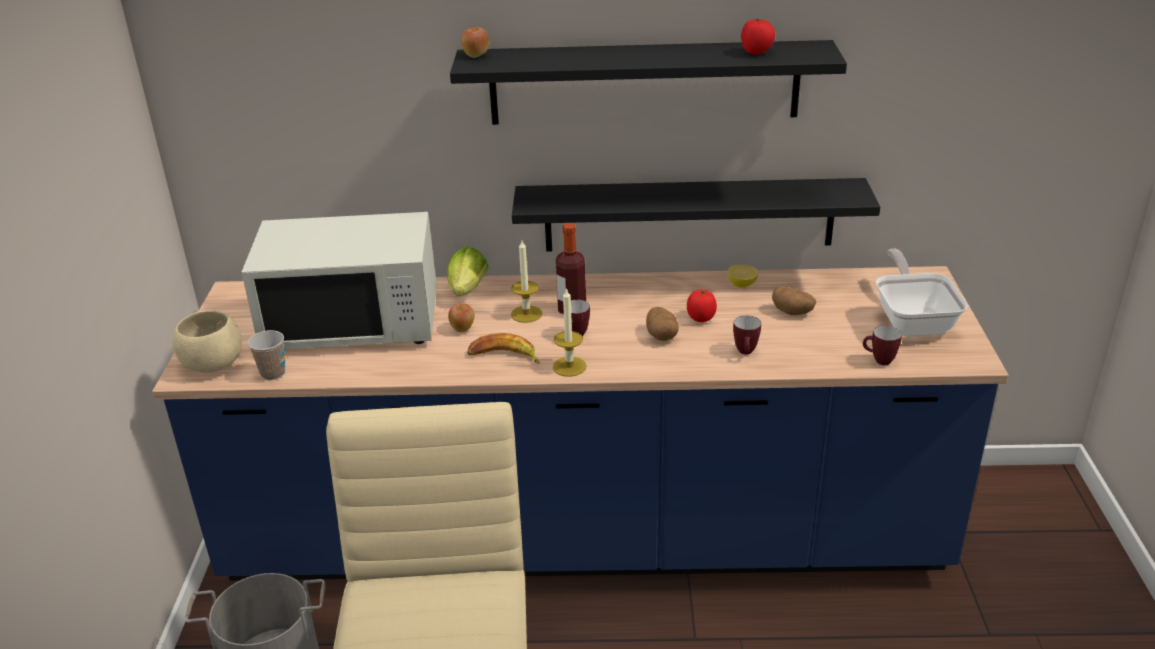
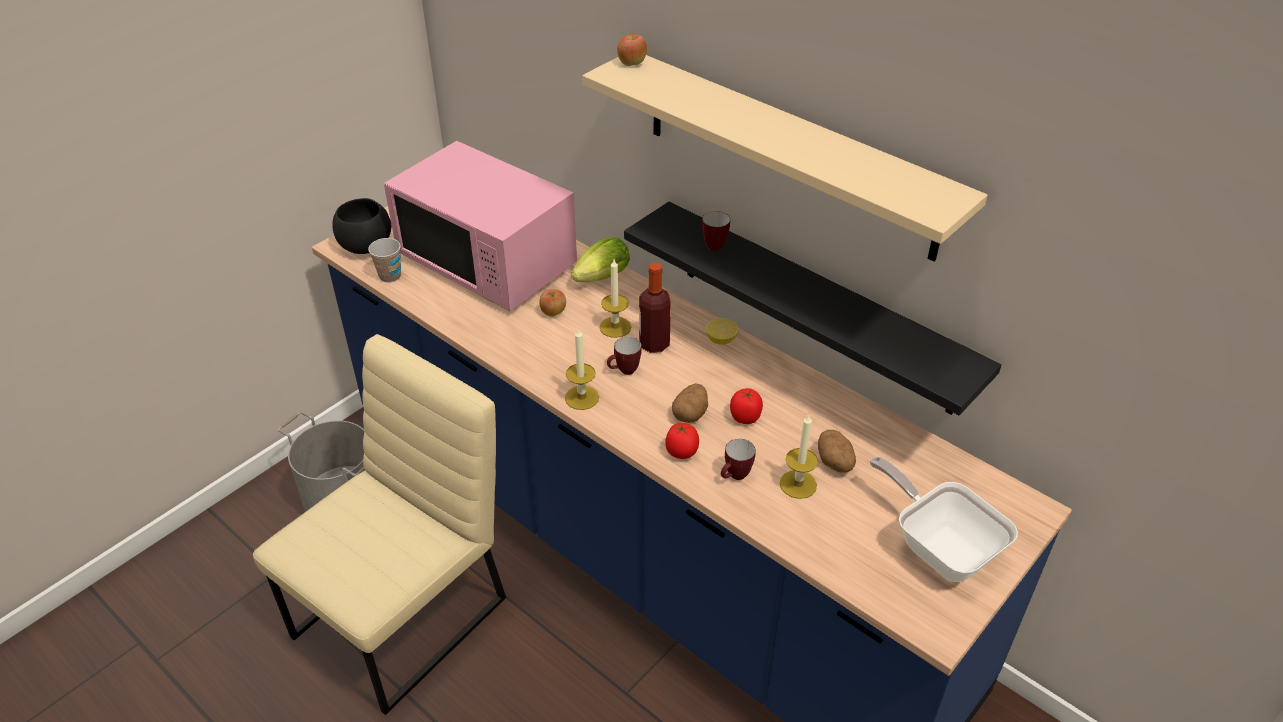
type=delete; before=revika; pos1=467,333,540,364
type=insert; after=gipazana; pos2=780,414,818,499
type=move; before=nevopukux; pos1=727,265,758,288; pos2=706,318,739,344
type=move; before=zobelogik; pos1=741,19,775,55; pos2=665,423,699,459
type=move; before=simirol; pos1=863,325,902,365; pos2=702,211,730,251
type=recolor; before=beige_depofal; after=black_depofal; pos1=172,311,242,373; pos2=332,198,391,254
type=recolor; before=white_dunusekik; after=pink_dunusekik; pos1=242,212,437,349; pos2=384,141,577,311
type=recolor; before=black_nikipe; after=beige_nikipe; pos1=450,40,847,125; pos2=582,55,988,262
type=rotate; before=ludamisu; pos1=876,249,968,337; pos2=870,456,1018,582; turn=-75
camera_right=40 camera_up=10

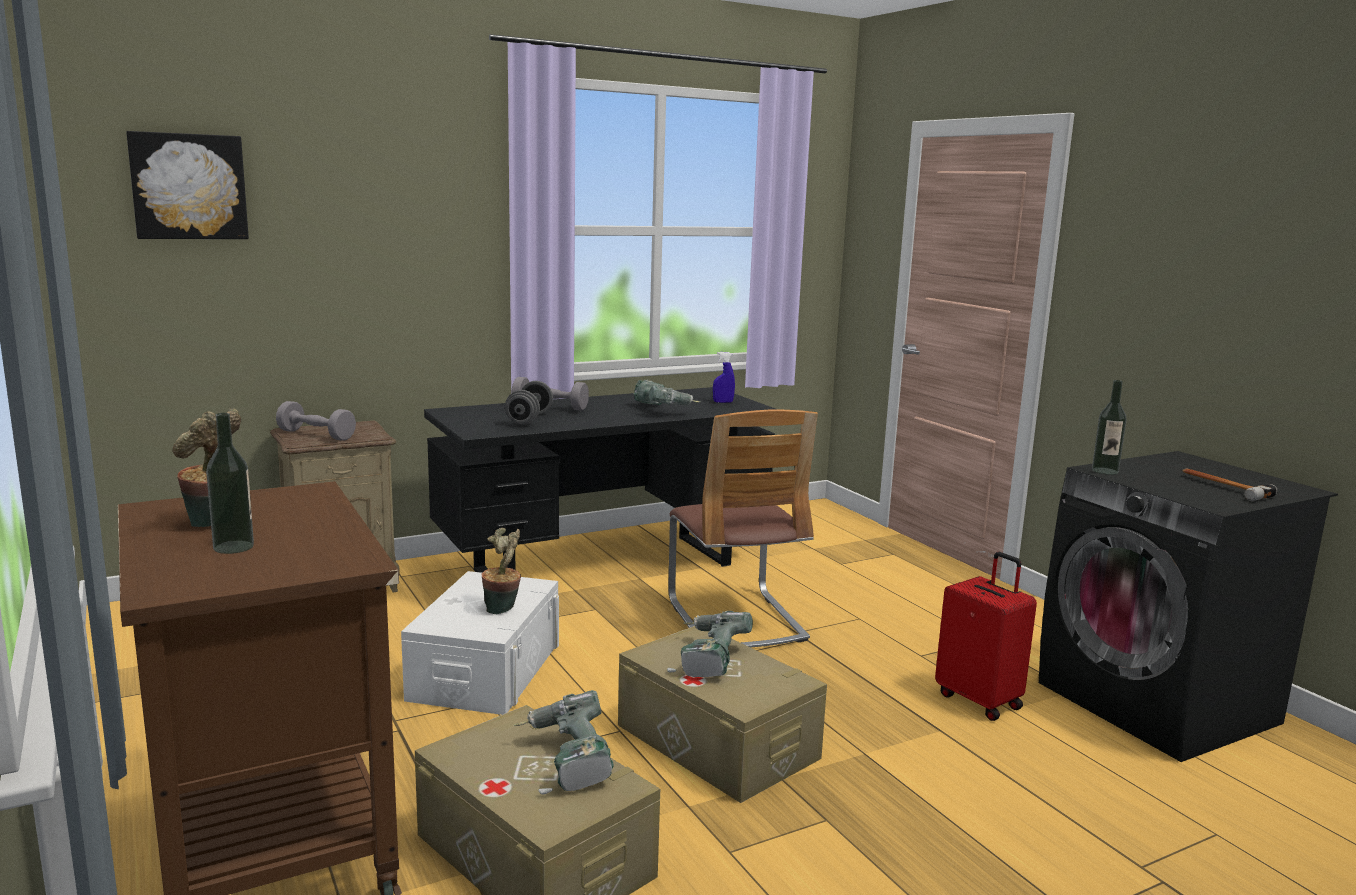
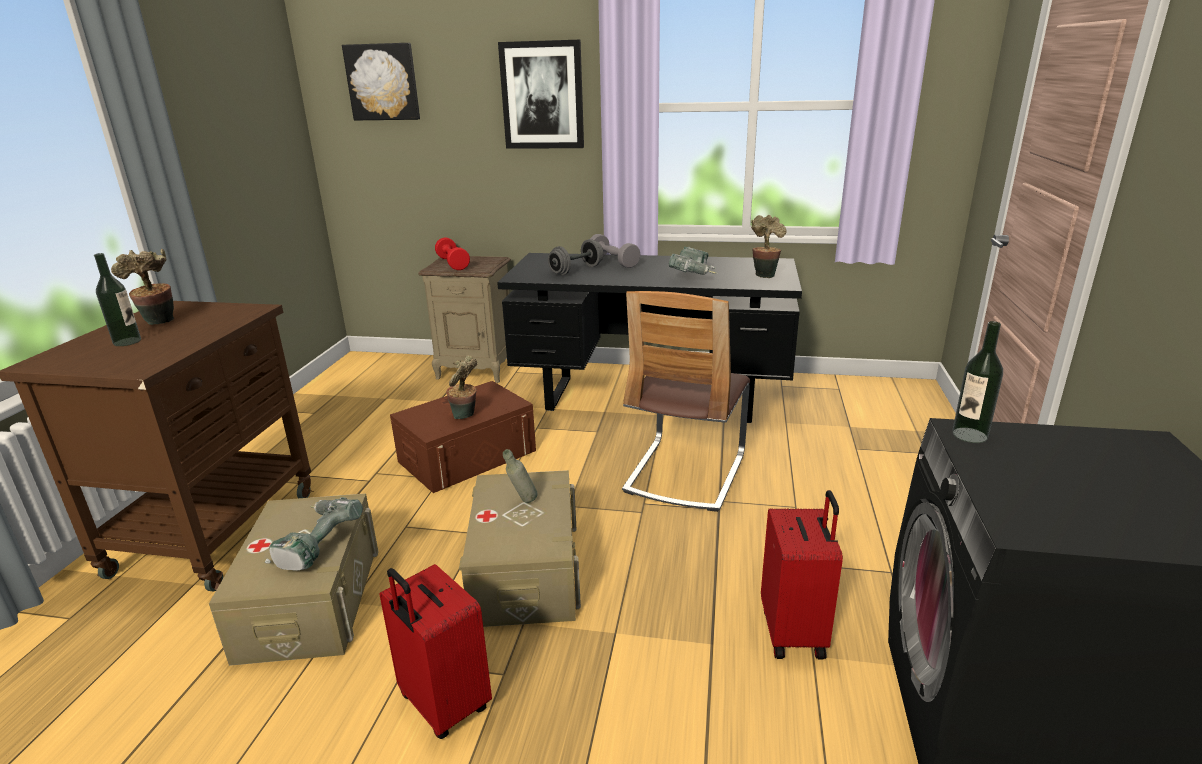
type=delete; before=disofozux; pos1=1183,469,1278,501
type=insert; after=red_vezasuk; pos2=380,564,492,739
type=insert; after=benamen; pos2=498,40,584,149
type=replace; before=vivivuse; after=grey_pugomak; pos1=667,611,753,677; pos2=503,449,538,503
type=replace; before=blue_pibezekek; after=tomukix; pos1=713,352,735,403; pos2=751,215,786,278
type=recolor; before=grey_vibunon; after=red_vibunon; pos1=276,401,356,441; pos2=435,237,470,270
type=recolor; before=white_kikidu; after=brown_kikidu; pos1=401,571,559,715; pos2=390,381,536,493
camera_right=40 camera_up=10

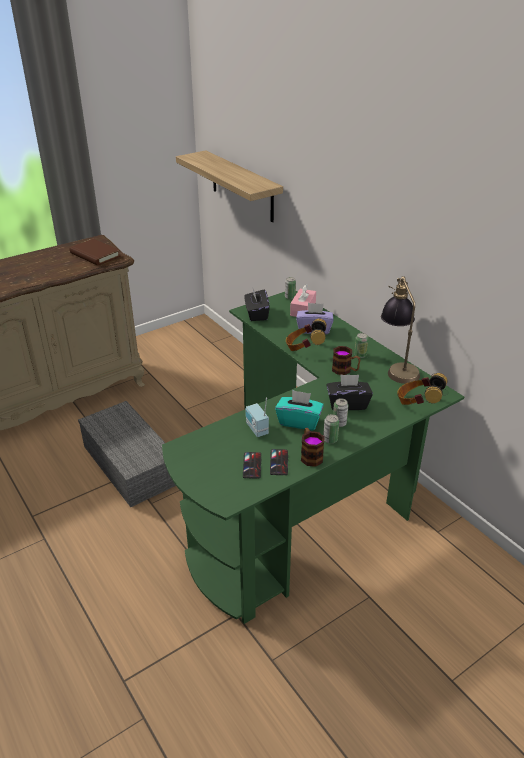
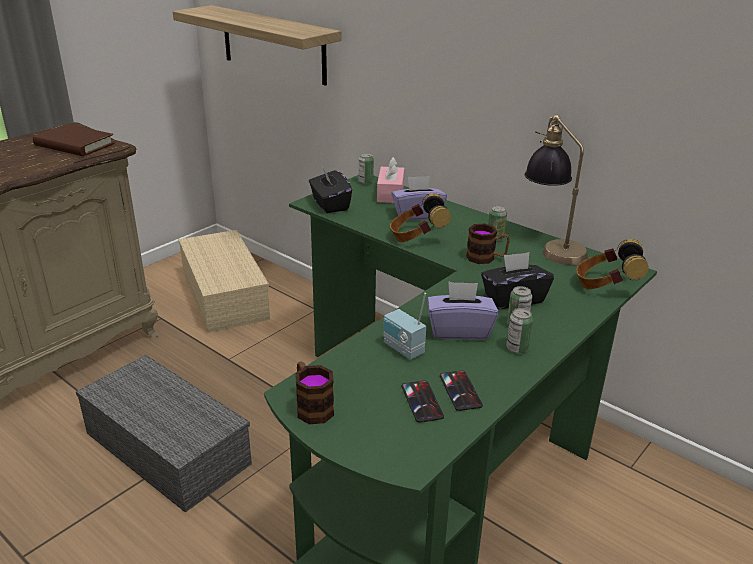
type=insert; after=beige_kikidu; pos2=179,230,270,333
type=move; before=simirol; pos1=301,428,325,467; pos2=295,362,334,424
type=recolor; before=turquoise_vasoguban; after=purple_vasoguban; pos1=275,390,324,430; pos2=427,282,499,340
camera_right=-15 camera_up=-5

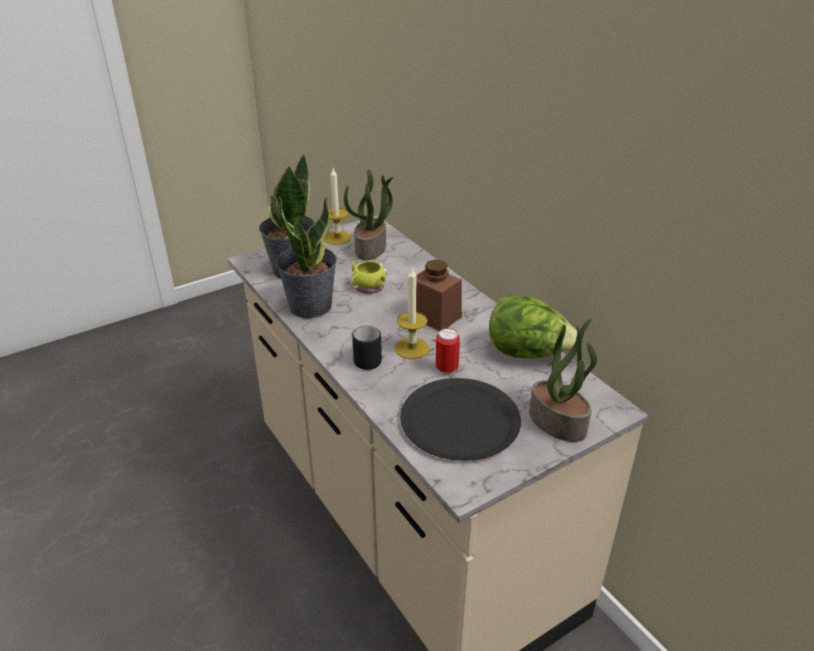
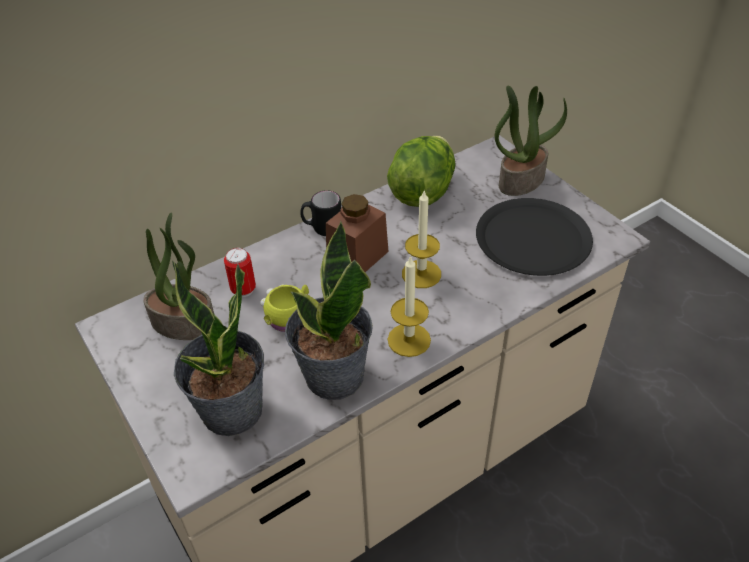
type=move; before=gipazana; pos1=324,169,352,245; pos2=388,255,431,357
type=move; before=black_simirol; pos1=352,326,382,370; pos2=300,190,341,236
type=move; before=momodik; pos1=435,328,460,375; pos2=224,248,256,297
camera_right=-90 camera_up=10

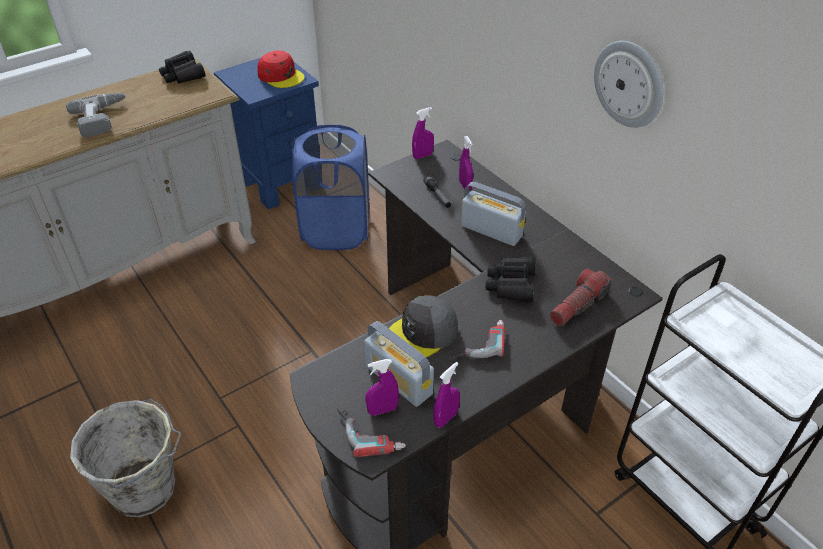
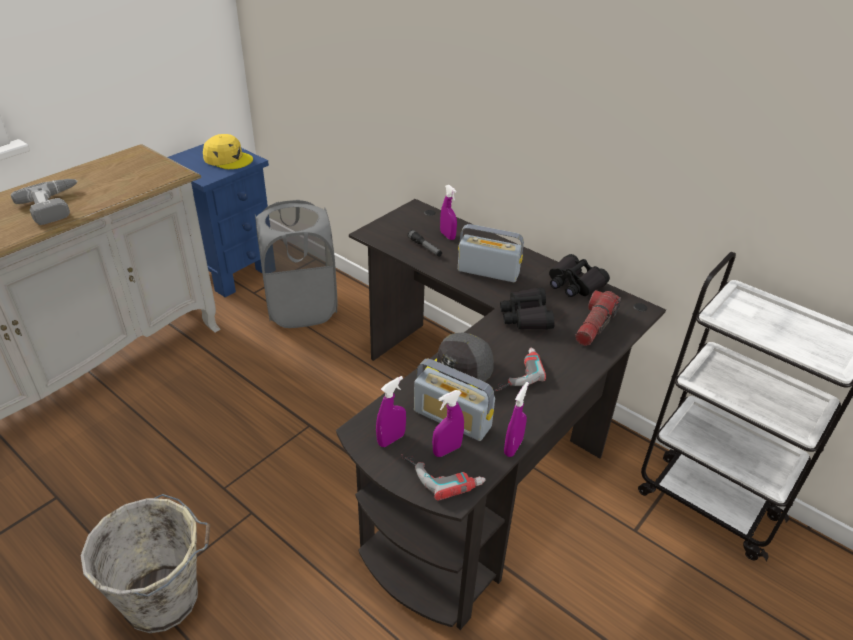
type=delete; before=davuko; pos1=594,41,663,128
type=move; before=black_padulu; pos1=159,50,206,84; pos2=549,254,610,297
type=move; before=purple_pibezekek; pos1=412,107,434,159; pos2=376,376,406,447
type=recolor; before=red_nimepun; after=yellow_nimepun; pos1=257,51,305,88; pos2=203,134,253,169
type=recolor; before=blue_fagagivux; after=grey_fagagivux; pos1=292,124,369,250; pos2=255,200,337,328
camera_right=-15 camera_up=-5

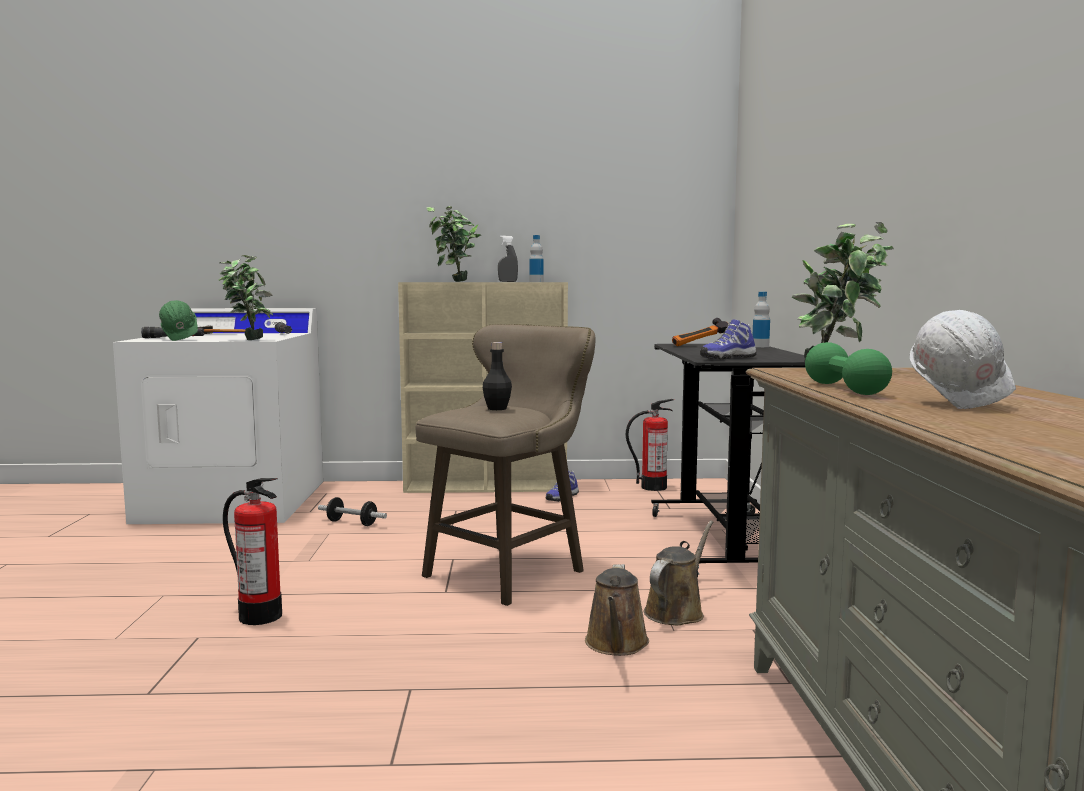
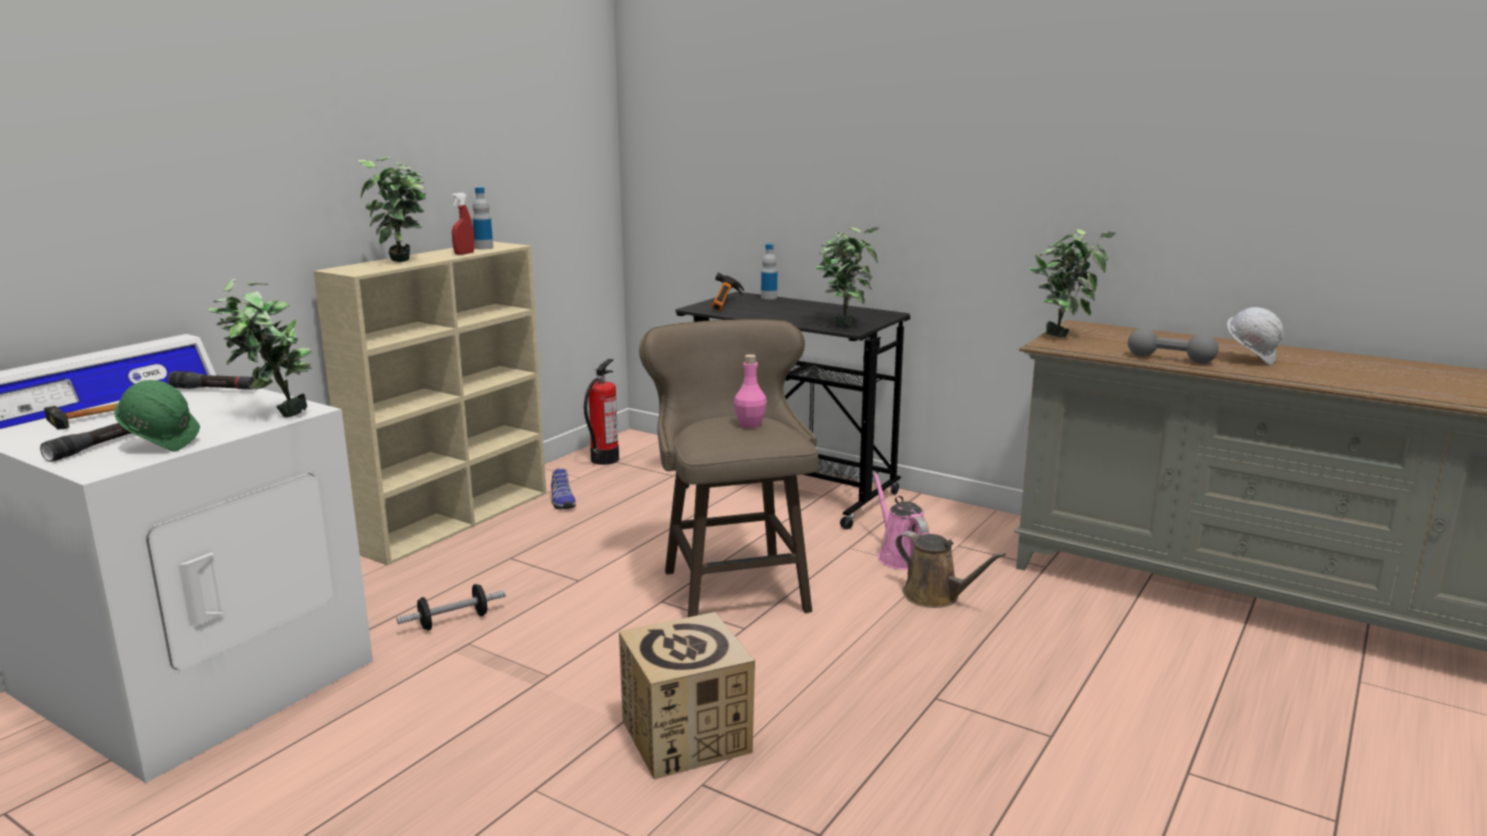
type=replace; before=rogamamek; after=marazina; pos1=223,478,282,625; pos2=619,612,755,780
type=replace; before=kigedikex; after=tomukix; pos1=700,320,757,359; pos2=815,227,880,326
type=recolor; before=black_pugomak; after=pink_pugomak; pos1=482,342,512,410; pos2=734,354,767,428
type=recolor; before=grey_pibezekek; after=red_pibezekek; pos1=498,236,518,282; pos2=451,193,474,255
type=recolor; before=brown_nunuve; after=pink_nunuve; pos1=644,521,713,625; pos2=873,472,929,570
type=recolor; before=green_vibunon; after=grey_vibunon; pos1=805,342,892,395; pos2=1128,328,1219,364
camera_right=-55 camera_up=10

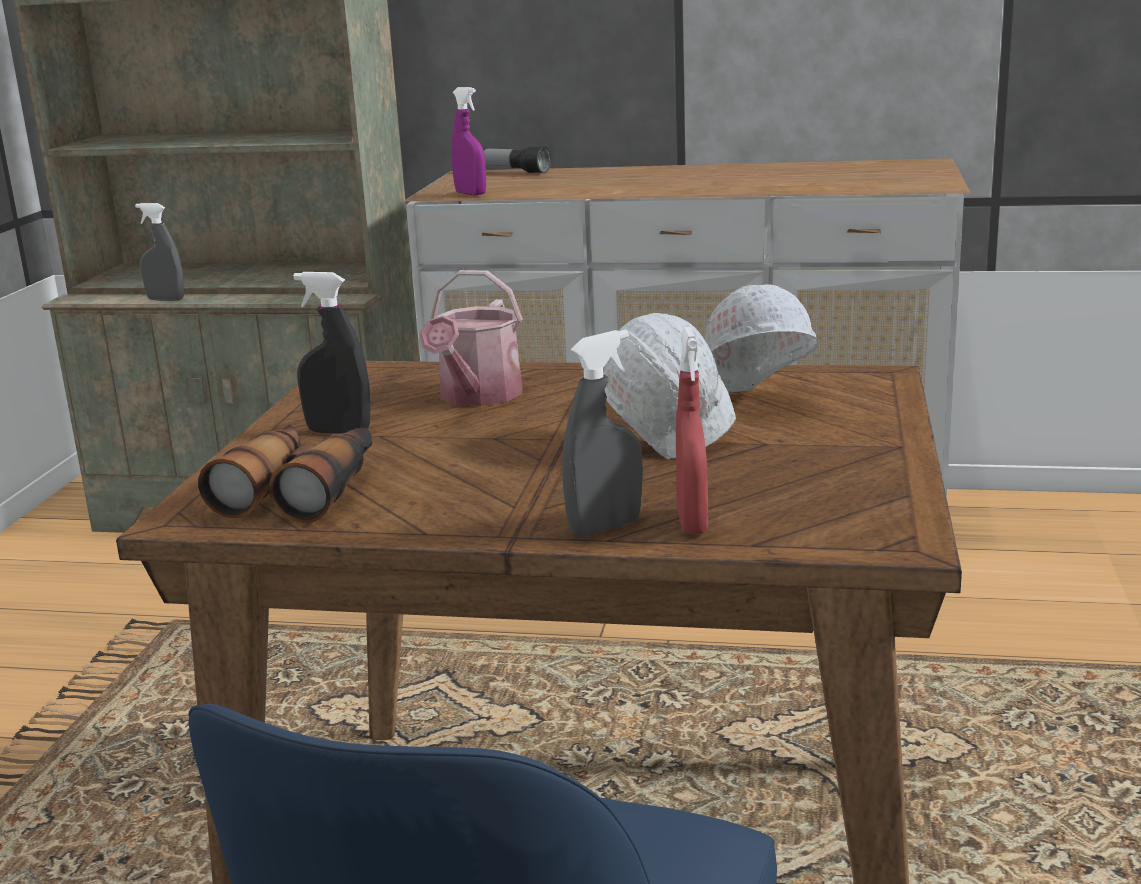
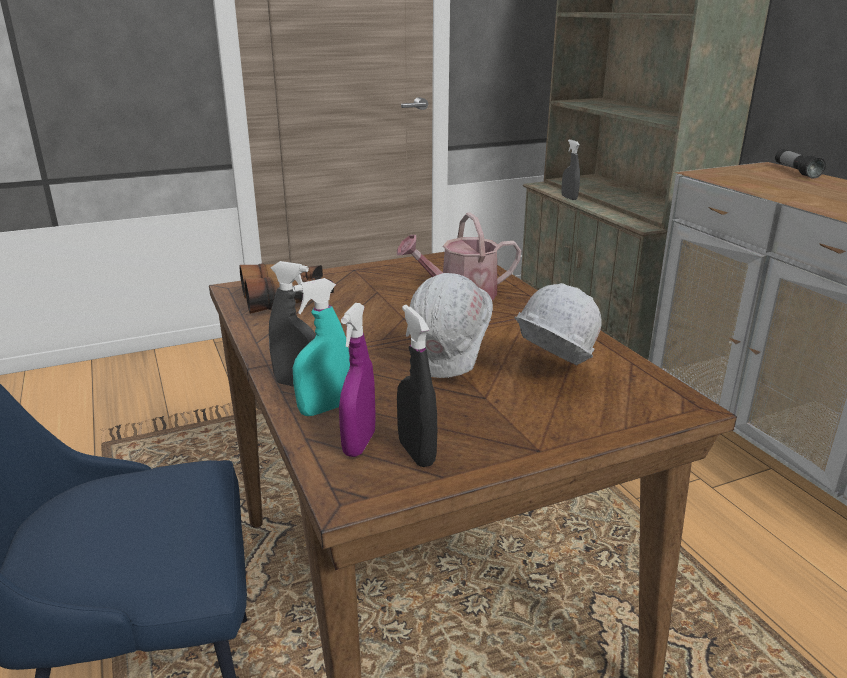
type=move; before=black_pibezekek; pos1=293,272,371,433; pos2=397,305,437,467
type=move; before=purple_pibezekek; pos1=451,87,486,196; pos2=339,303,376,457
type=recolor; before=red_pibezekek; after=turquoise_pibezekek; pos1=676,327,708,535; pos2=292,278,350,416
camera_right=55 camera_up=5

